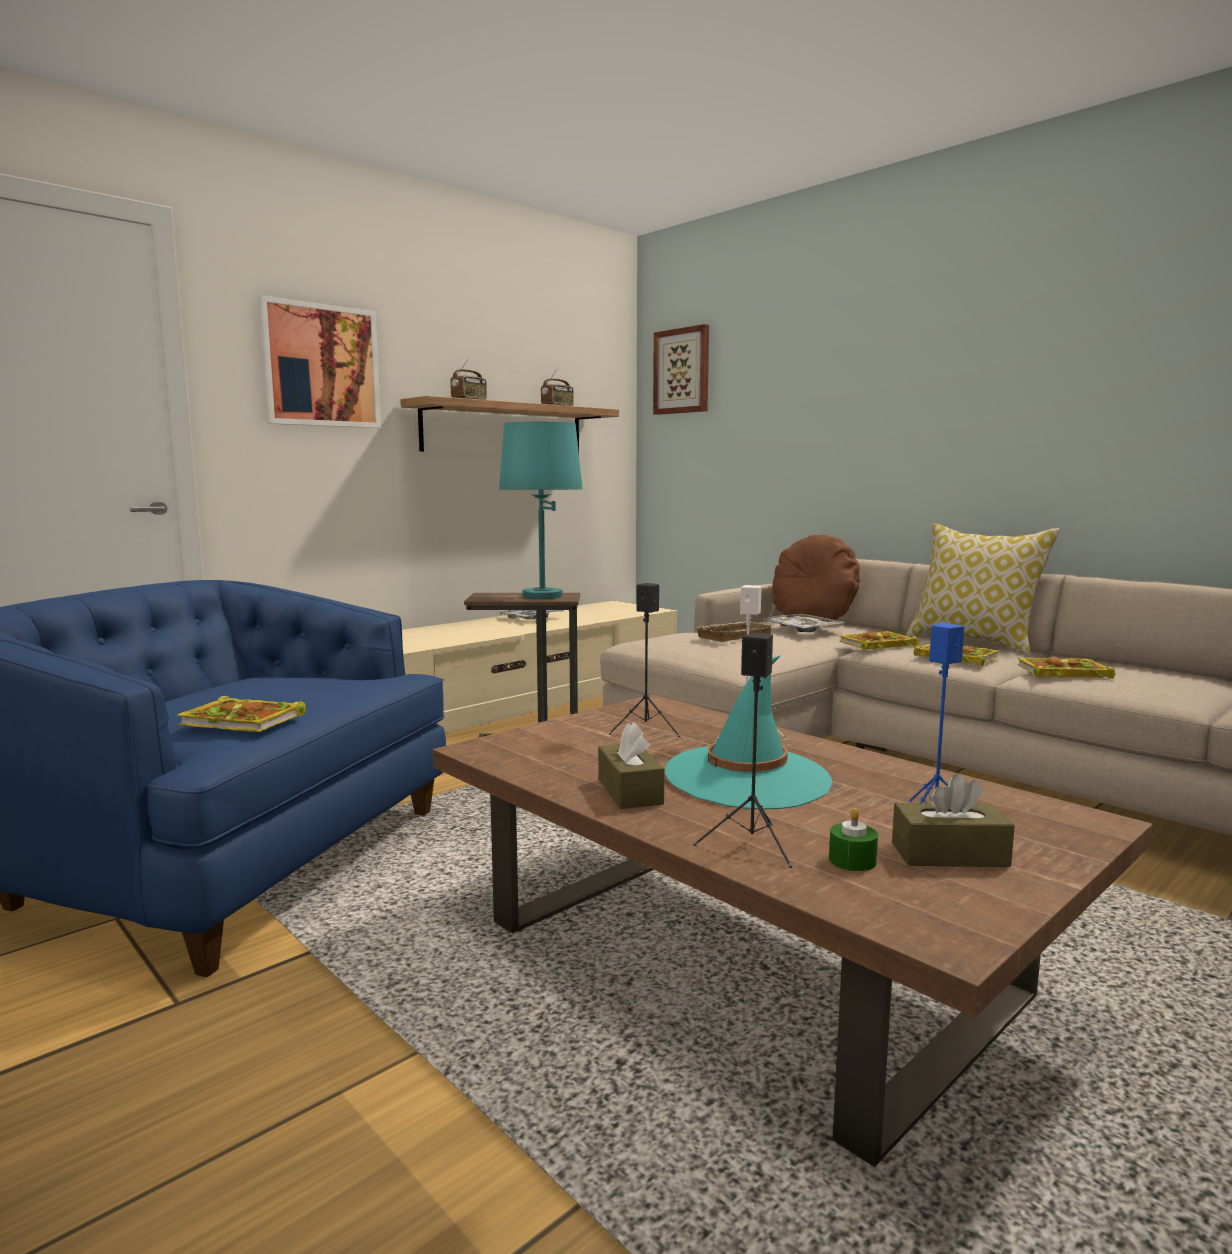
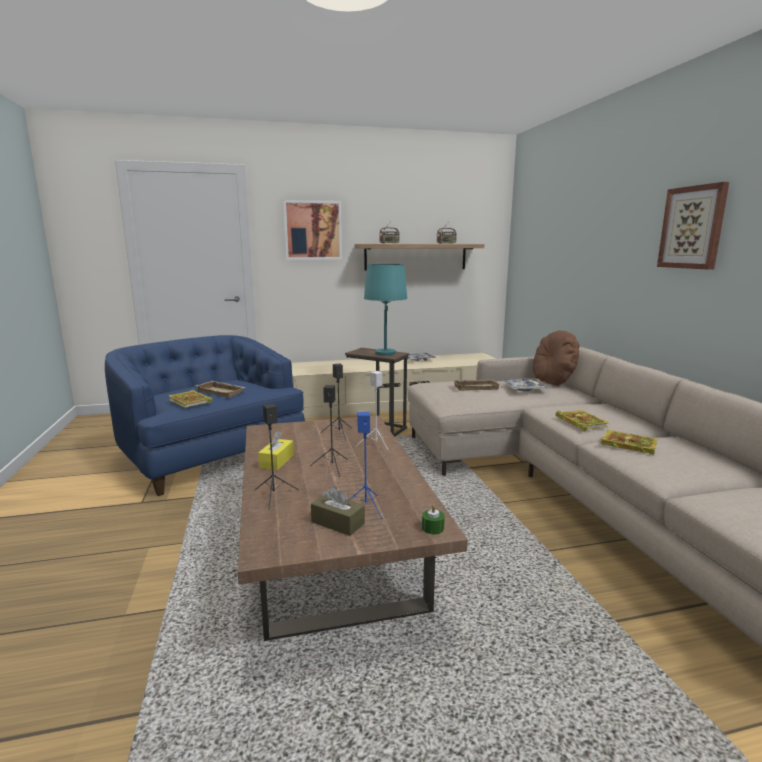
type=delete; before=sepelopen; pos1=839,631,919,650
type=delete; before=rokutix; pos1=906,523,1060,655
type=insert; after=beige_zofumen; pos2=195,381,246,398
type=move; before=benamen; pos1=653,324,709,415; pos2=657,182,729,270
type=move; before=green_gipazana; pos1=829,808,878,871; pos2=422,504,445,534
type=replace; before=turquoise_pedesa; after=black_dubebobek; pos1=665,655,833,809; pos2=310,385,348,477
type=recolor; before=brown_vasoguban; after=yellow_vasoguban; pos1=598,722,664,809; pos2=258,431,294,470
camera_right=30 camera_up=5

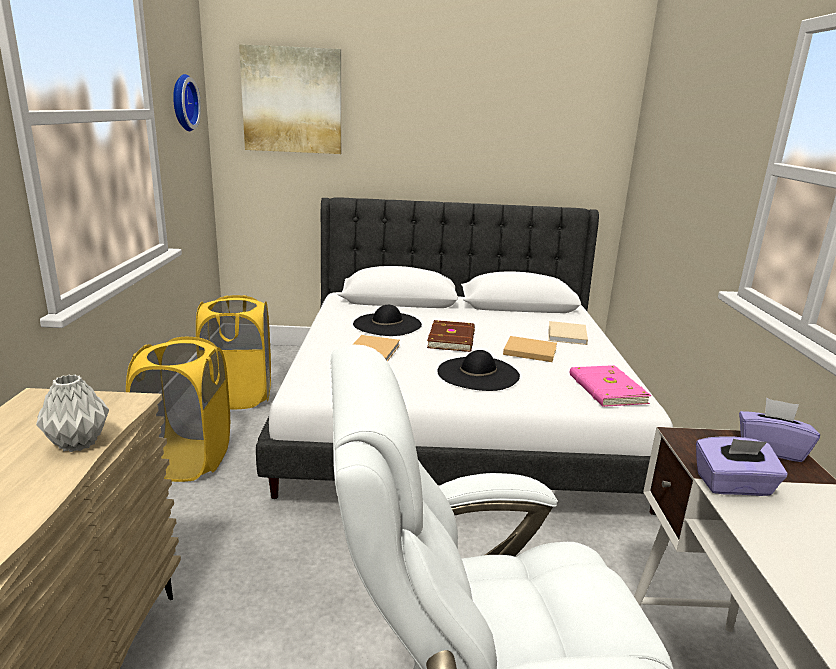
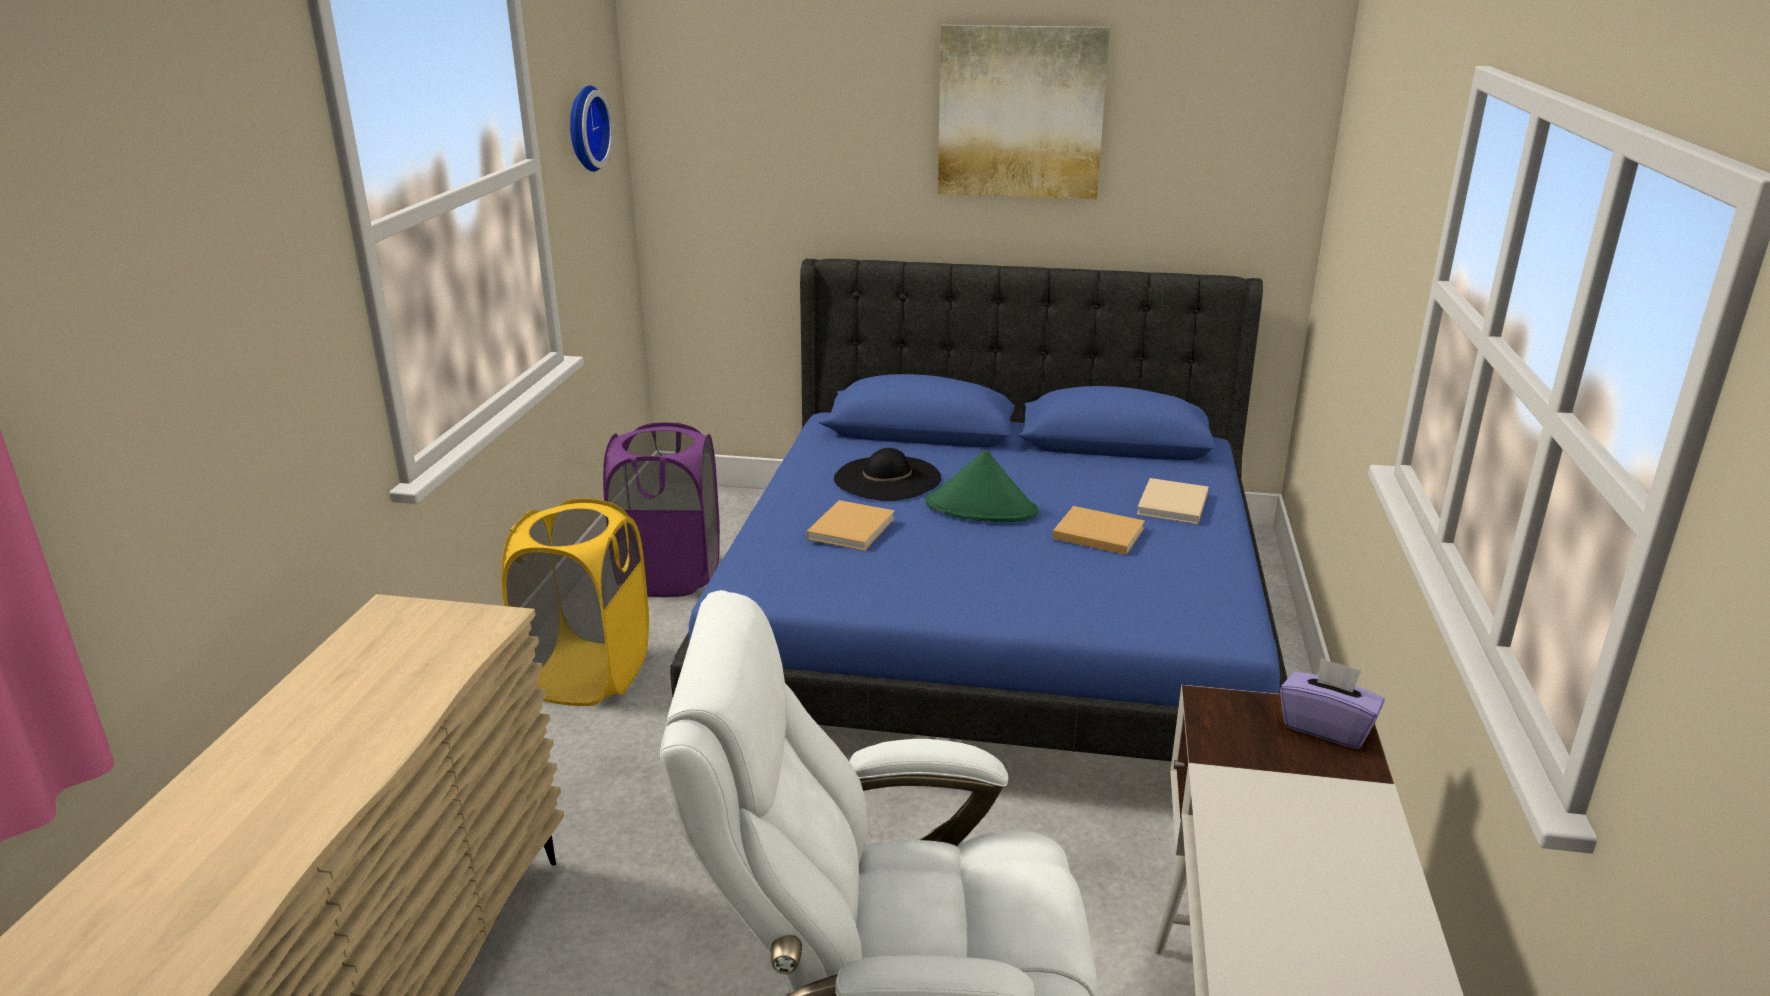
type=delete; before=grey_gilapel; pos1=36,375,109,452
type=delete; before=black_pedesa; pos1=437,350,520,391
type=delete; before=pink_sepelopen; pos1=570,365,651,407
type=delete; before=purple_vasoguban; pos1=696,436,788,496
type=move; before=benamen; pos1=239,44,341,154; pos2=938,25,1110,199
type=replace; before=brown_sepelopen; after=green_pedesa; pos1=427,320,475,352; pos2=926,450,1039,522
type=recolor; before=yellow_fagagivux; after=purple_fagagivux; pos1=196,295,271,410; pos2=603,422,720,597
type=recolor; before=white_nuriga; after=blue_nuriga; pos1=256,197,673,515; pos2=670,258,1287,762
camera_right=10 camera_up=5

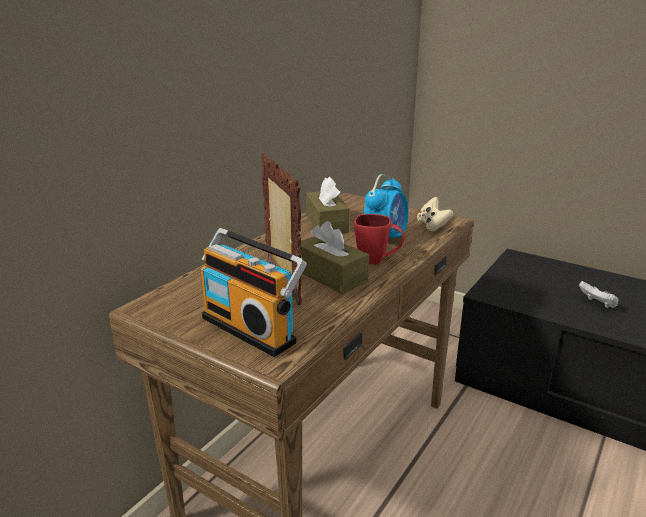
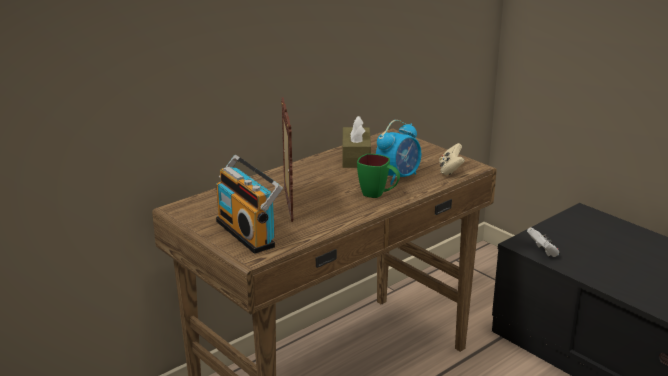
type=delete; before=brown_vasoguban; pos1=299,221,369,294
type=move; before=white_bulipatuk; pos1=579,281,618,308; pos2=527,227,559,257
type=recolor; before=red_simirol; after=green_simirol; pos1=354,214,405,264; pos2=357,154,400,198
camera_right=15 camera_up=0

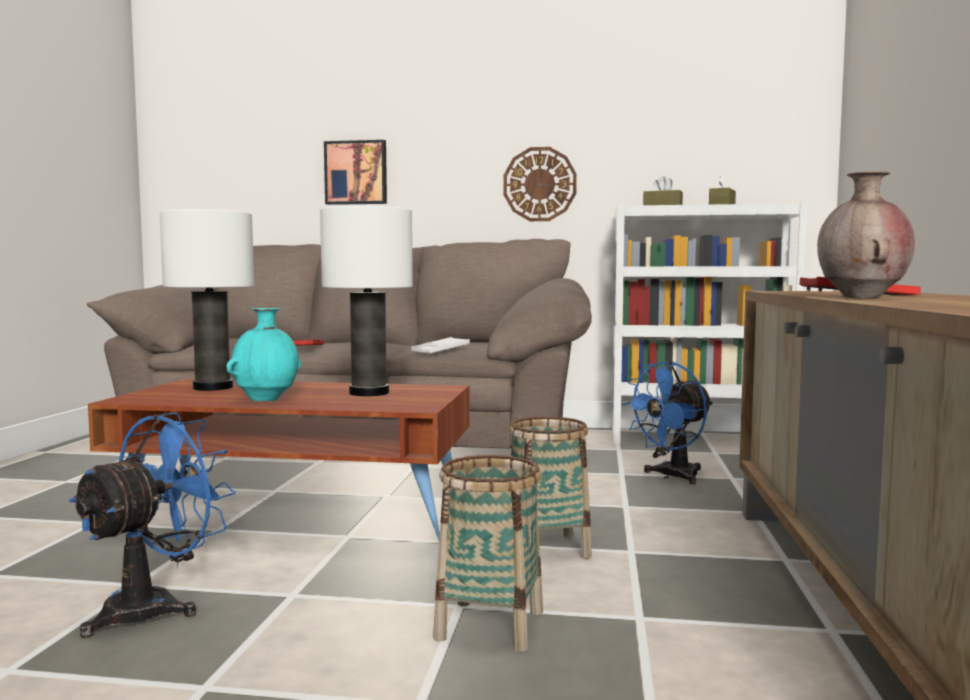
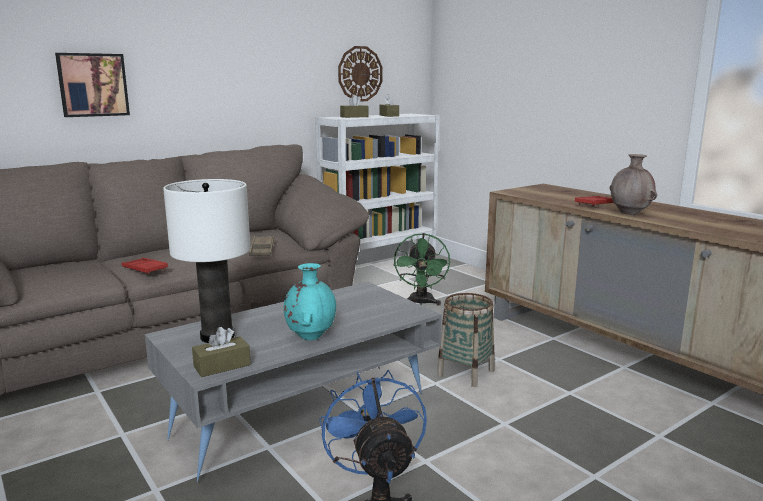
type=delete; before=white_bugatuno; pos1=320,206,413,396
type=delete; before=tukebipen; pos1=433,455,543,652
type=insert; after=brown_vasoguban; pos2=192,327,251,377
type=move; before=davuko; pos1=503,147,577,221; pos2=338,46,382,101
type=recolor; before=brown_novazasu; after=grey_novazasu; pos1=88,379,470,540; pos2=145,282,442,483
type=recolor; before=white_zofumen; after=brown_zofumen; pos1=411,337,470,353; pos2=249,236,274,256
type=recolor; before=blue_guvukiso; after=green_guvukiso; pos1=622,361,713,484; pos2=394,233,450,306
camera_right=-45 camera_up=10

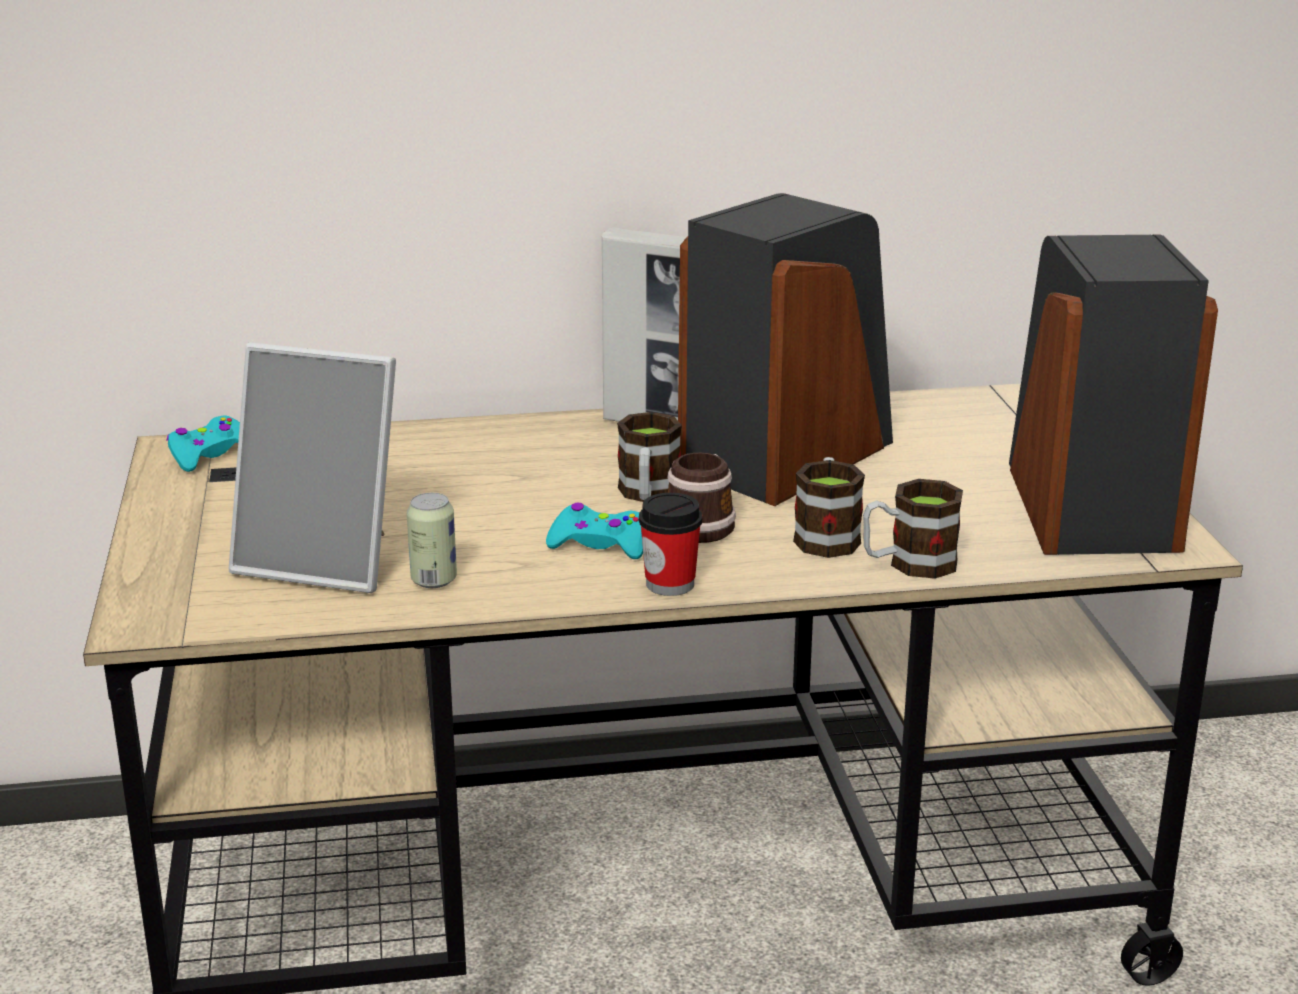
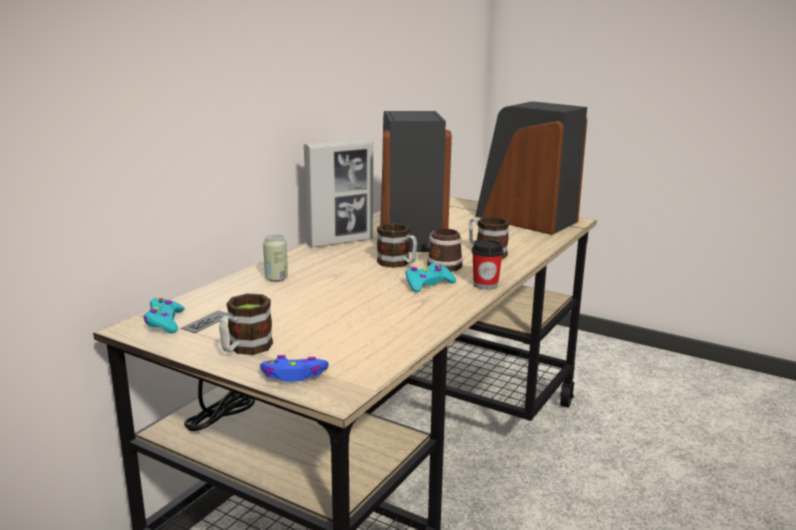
type=delete; before=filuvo; pos1=229,342,396,593
type=insert; after=blue_bulipatuk; pos2=260,355,328,382
type=move; before=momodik; pos1=407,493,457,588; pos2=263,235,288,282
type=move; before=simirol; pos1=863,479,963,579; pos2=219,293,273,355
camera_right=-50 camera_up=-5

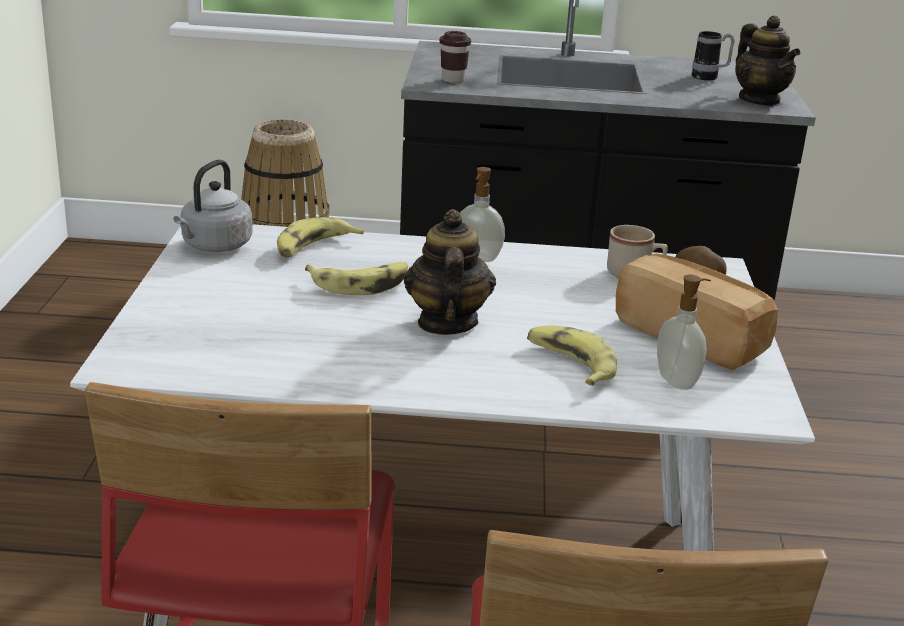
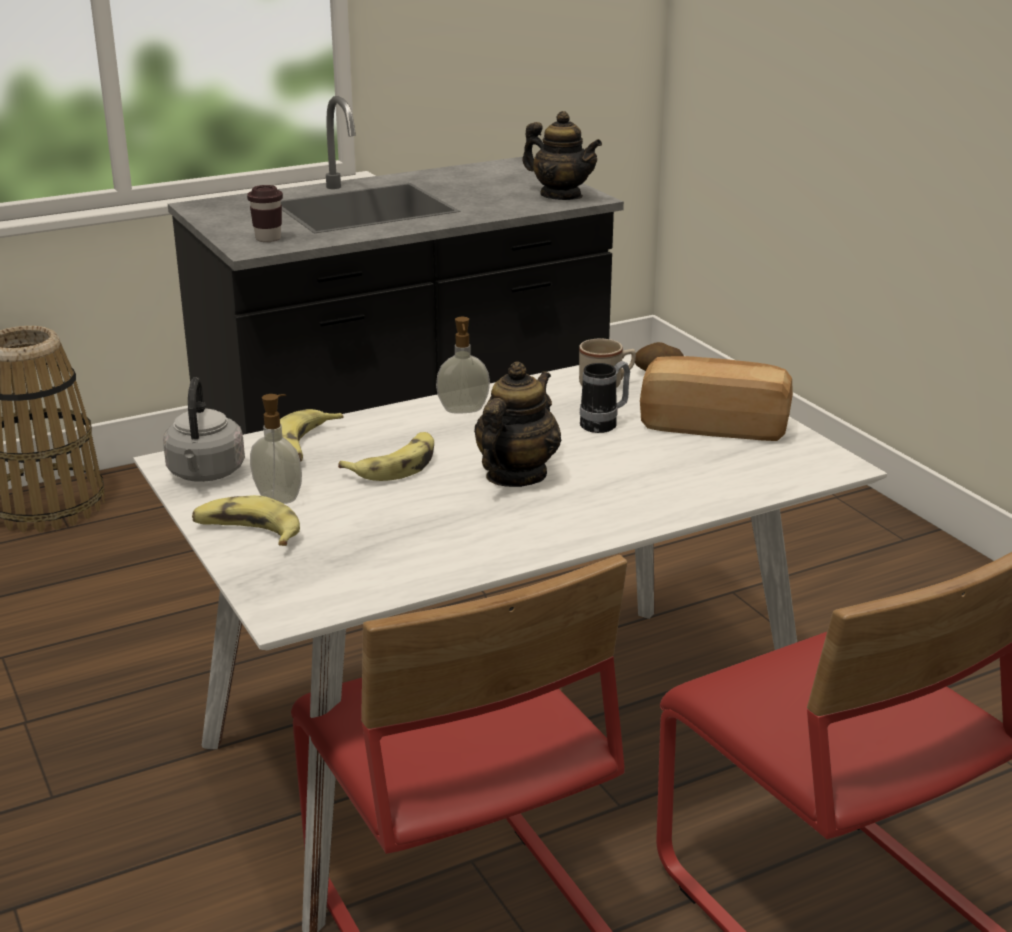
type=move; before=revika; pos1=527,325,617,386; pos2=192,495,300,546
type=move; before=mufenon; pos1=657,274,711,390; pos2=250,394,302,504
type=move; before=simirol; pos1=692,31,735,80; pos2=580,361,630,433
type=rotate; before=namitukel; pos1=404,209,496,335; pos2=474,362,561,487; turn=60
camera_right=-30 camera_up=0

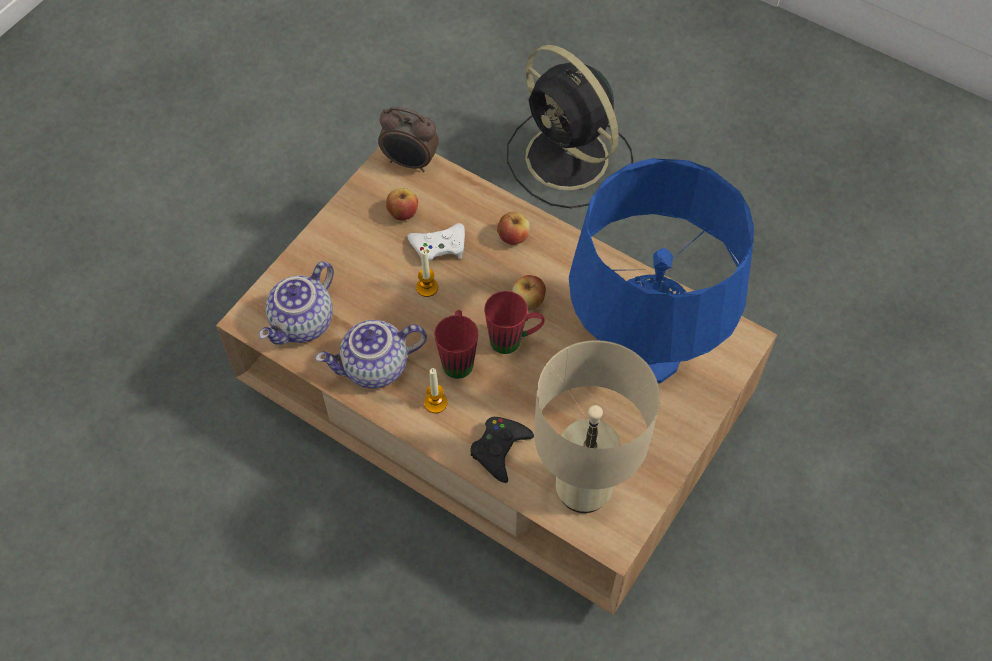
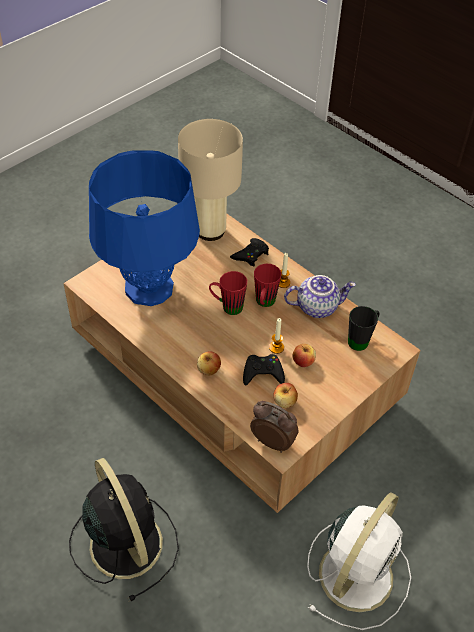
type=insert; after=white_guvukiso; pos2=307,492,411,630
type=move; before=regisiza; pos1=512,275,546,310; pos2=292,344,316,367
type=replace; before=namitukel; after=black_simirol; pos1=259,262,334,345; pos2=348,306,380,351
type=recolor; before=white_bulipatuk; after=black_bulipatuk; pos1=408,223,465,261; pos2=243,354,285,385
camera_right=-170 camera_up=-10

